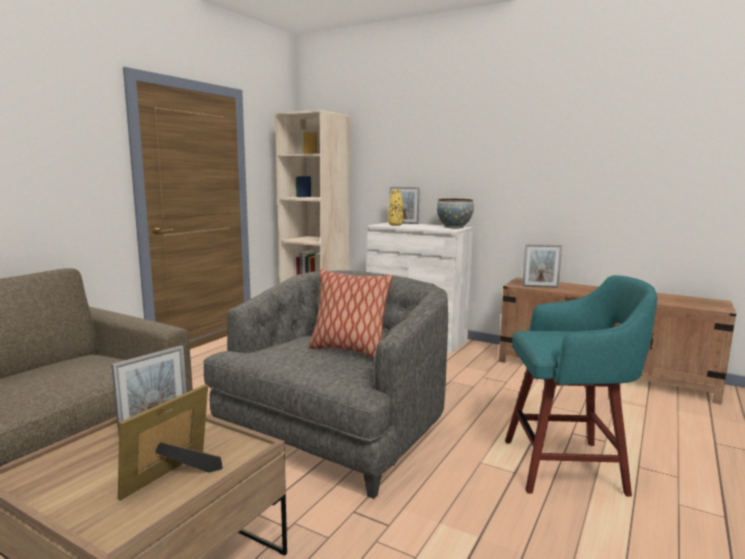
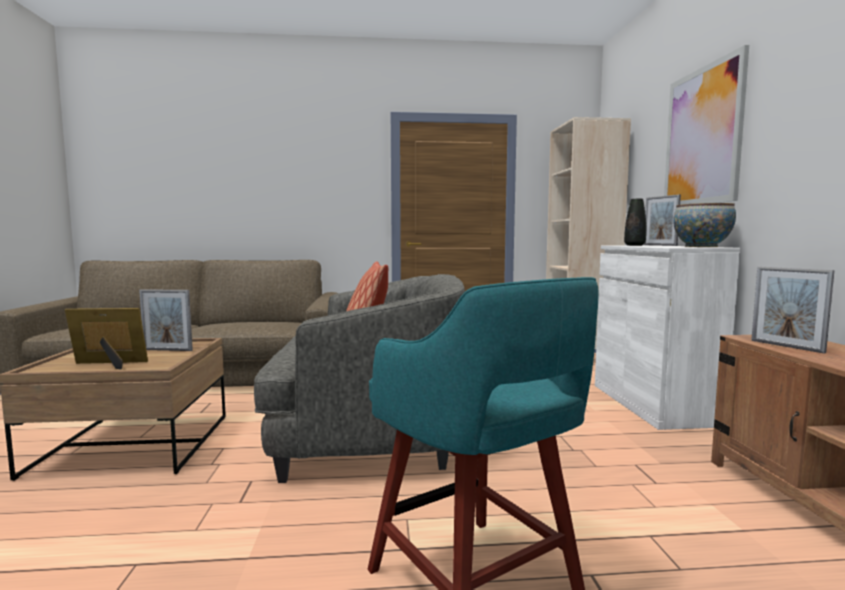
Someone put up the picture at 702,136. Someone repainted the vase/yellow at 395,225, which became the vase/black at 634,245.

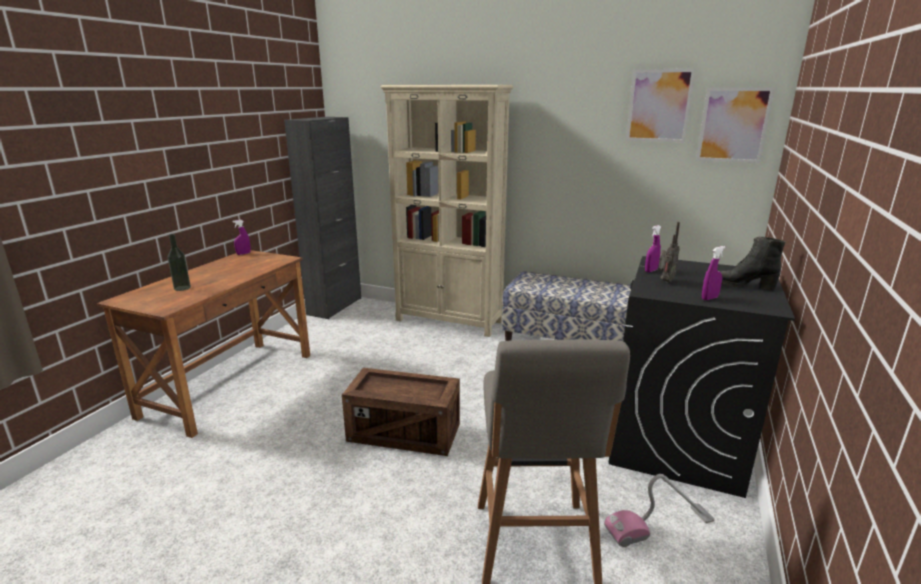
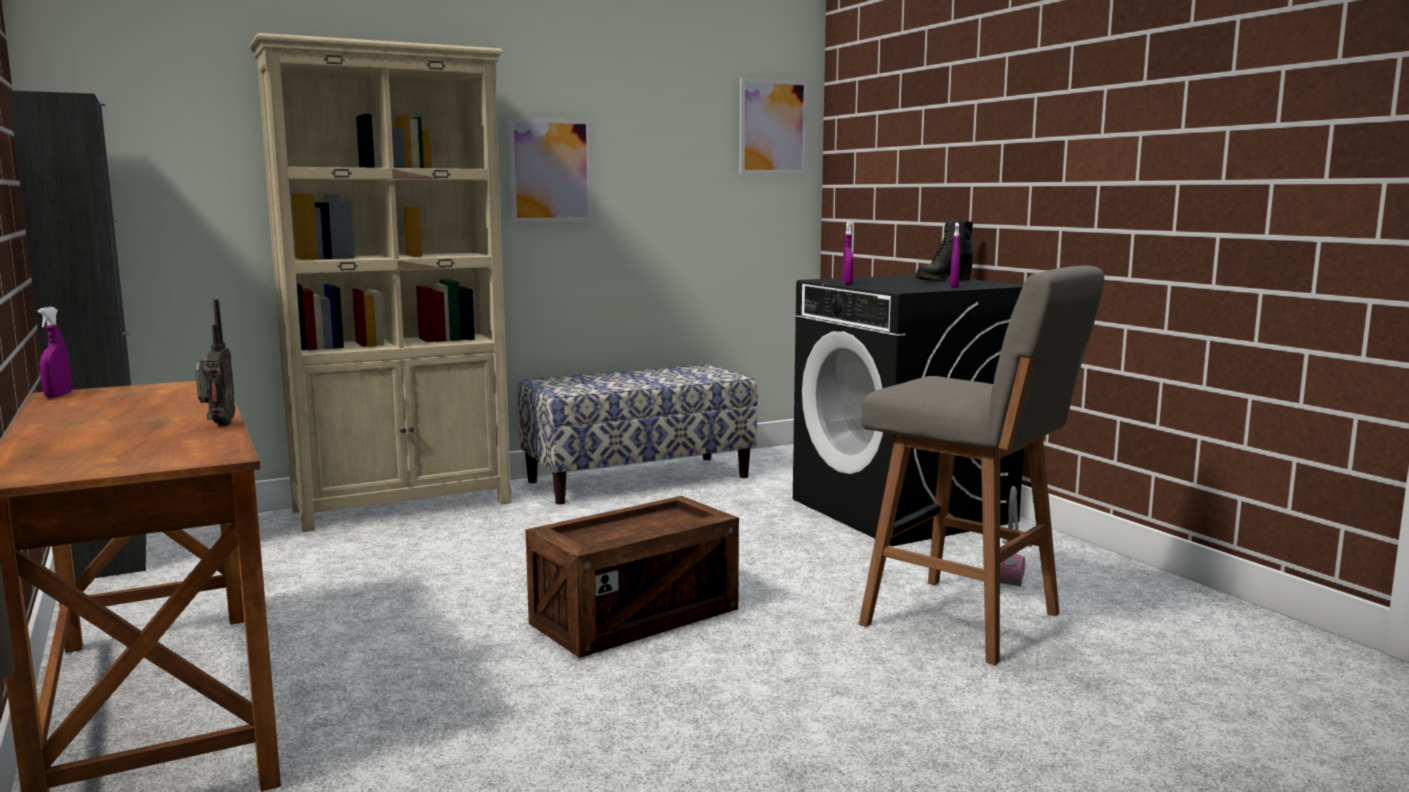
Someone took away the bottle at 182,288. Someone carried the picture from 659,105 to 551,170. Someone carried the radio from 664,281 to 217,425.

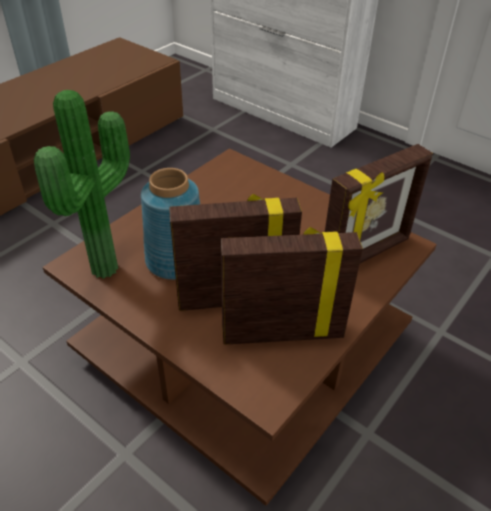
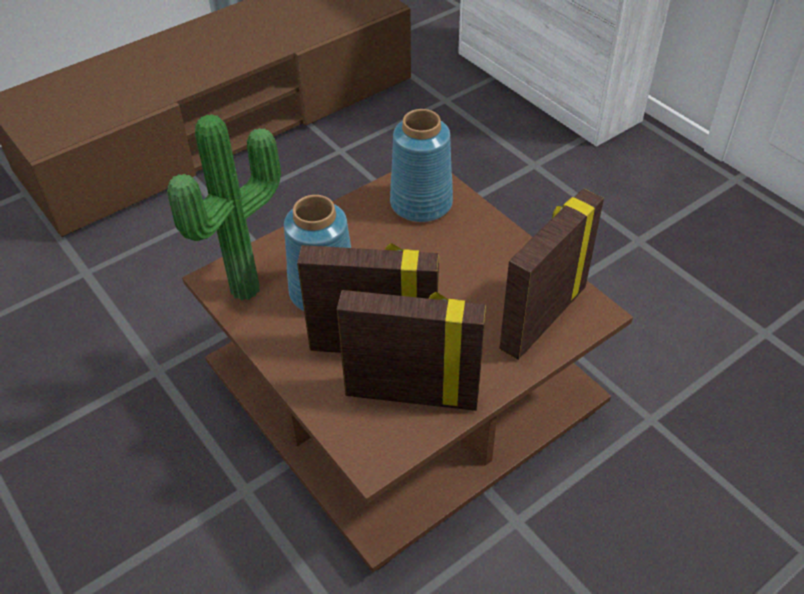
Someone put down the vase/blue at 422,203. Someone rotated the picture frame at 366,254 by 150 degrees clockwise.

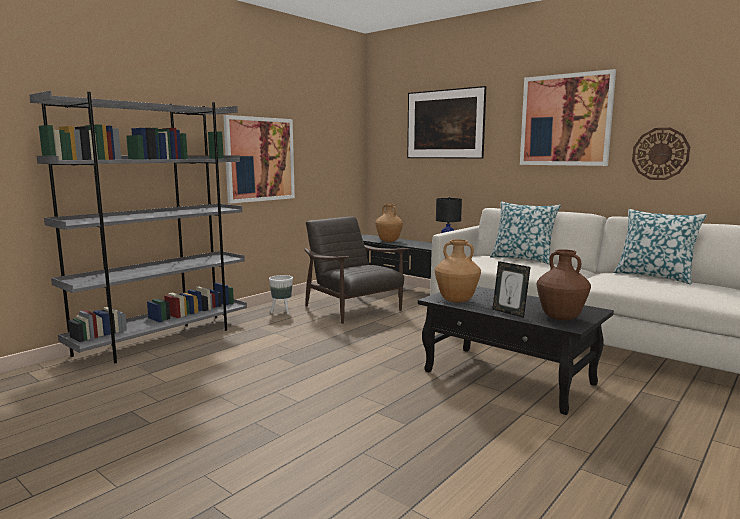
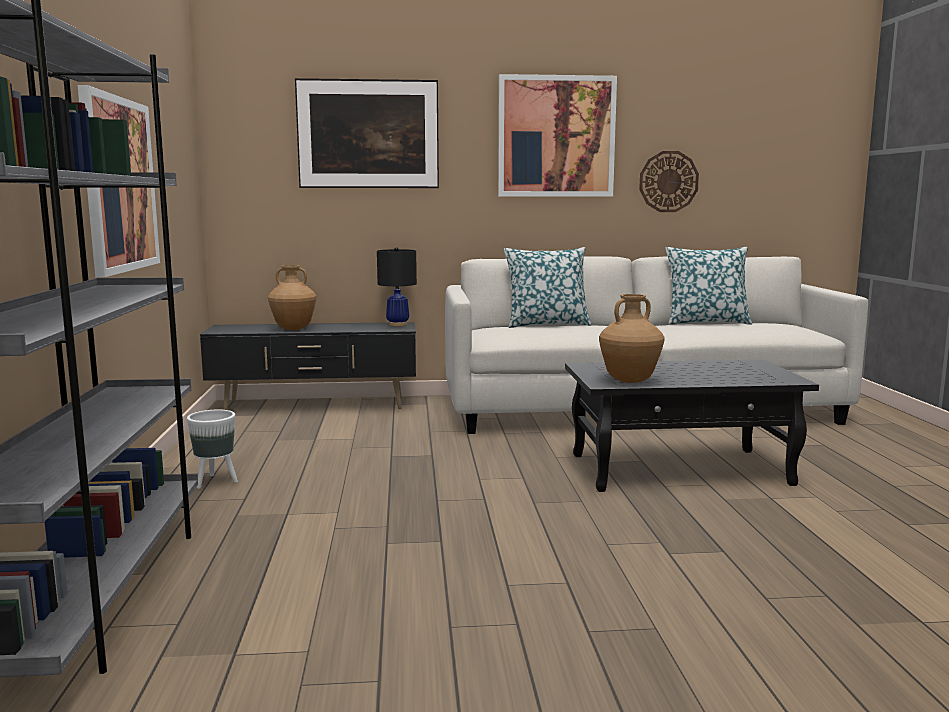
Someone took away the armchair/brown at 354,309. Someone took away the picture frame at 509,313. Someone took away the vase/brown at 560,318.

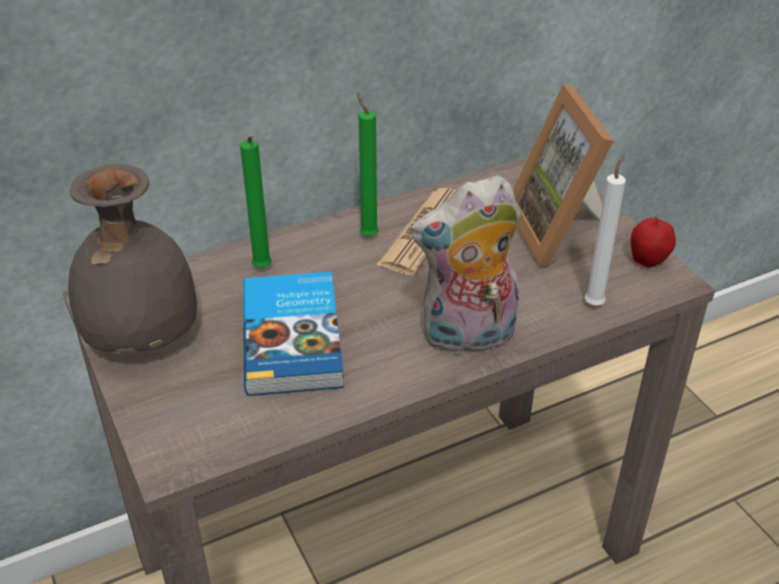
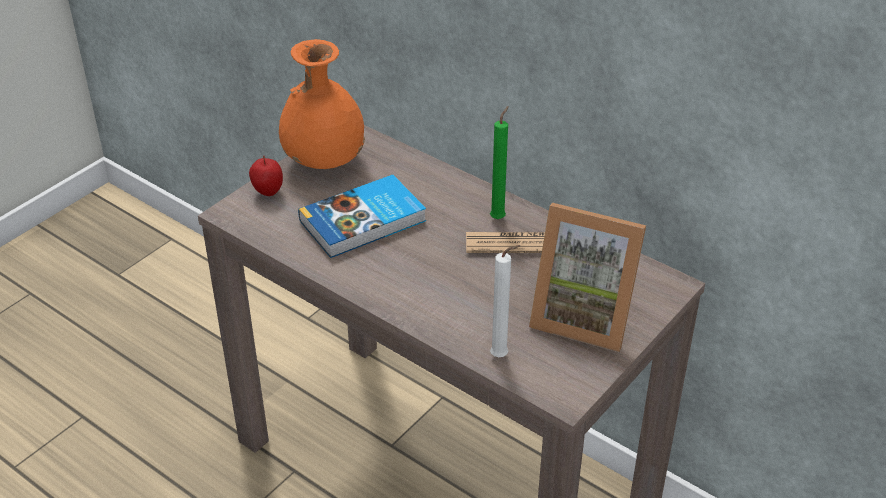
Someone took away the candle/green at 262,270. Someone took away the plush toy at 468,338. Someone carried the apple from 648,262 to 268,192. Someone repainted the vase/grey at 140,338, which became the vase/orange at 324,161. Someone rotated the picture frame at 561,231 by 120 degrees counterclockwise.

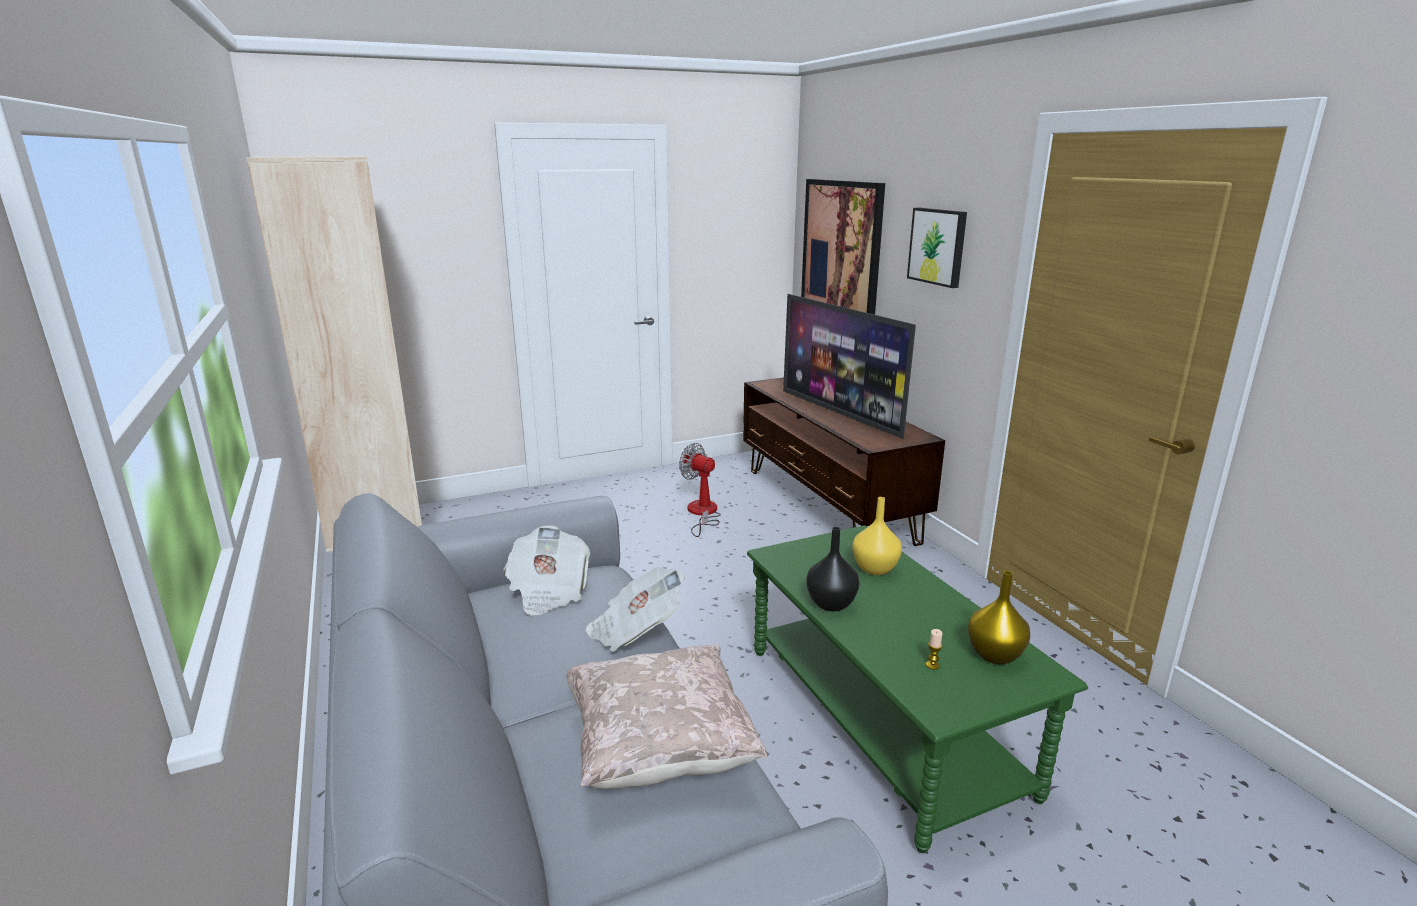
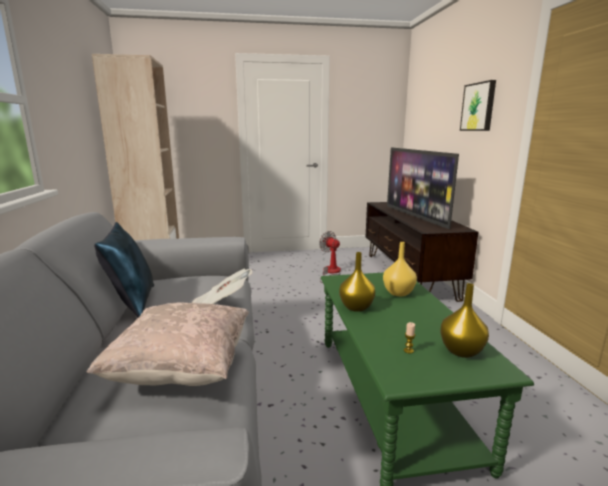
Someone took away the newspaper at 548,591. Someone took away the picture at 841,248. Someone put down the pillow/blue at 132,303. Someone repainted the vase/black at 831,603, which became the vase/yellow at 356,307.

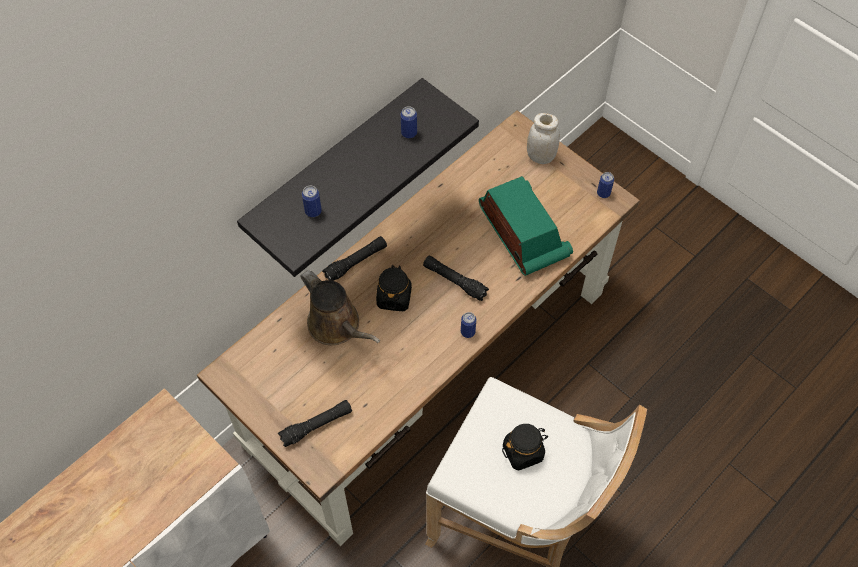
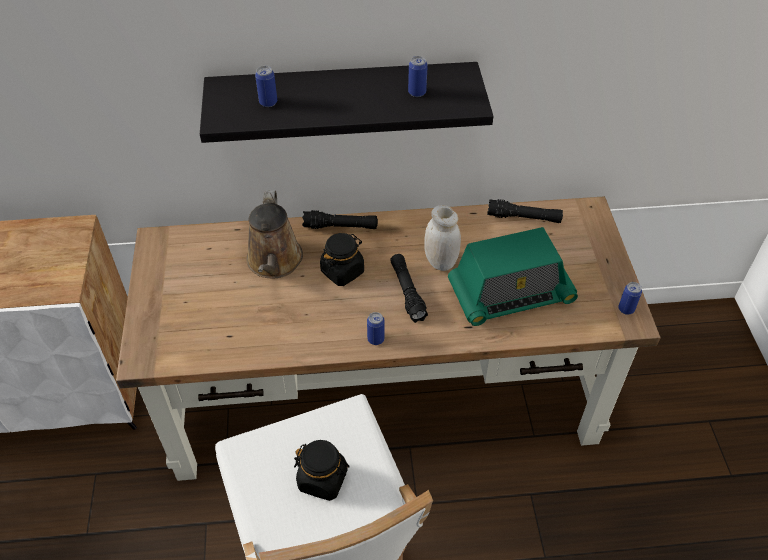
Someone carried the flashlight/black from 316,426 to 524,217. Someone carried the jar/white from 540,157 to 440,261. Someone rotated the radio at 523,233 by 60 degrees clockwise.

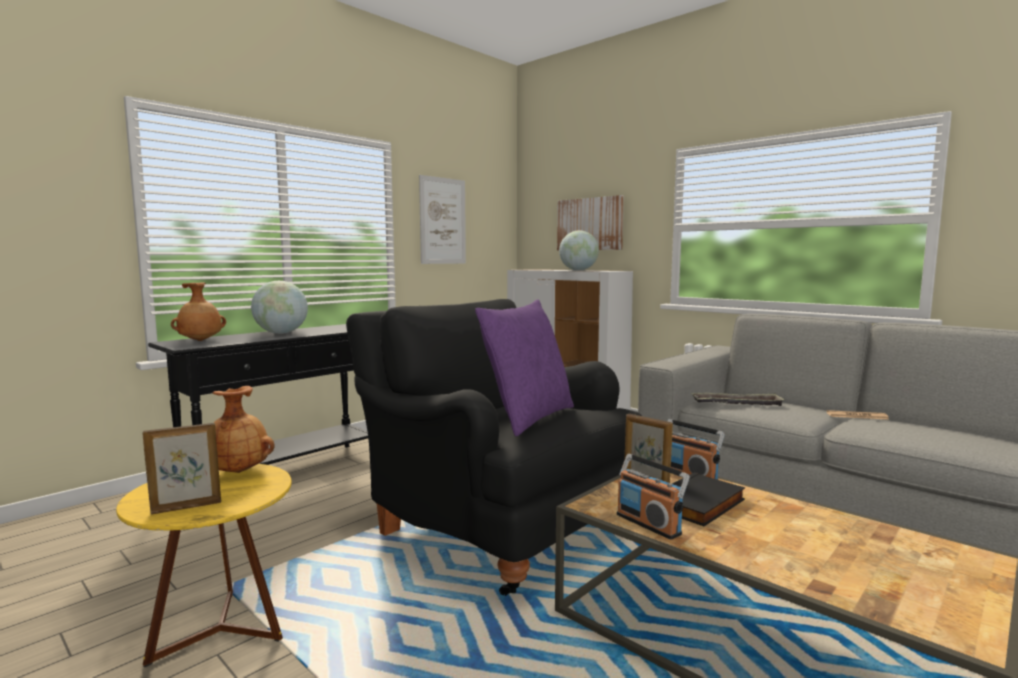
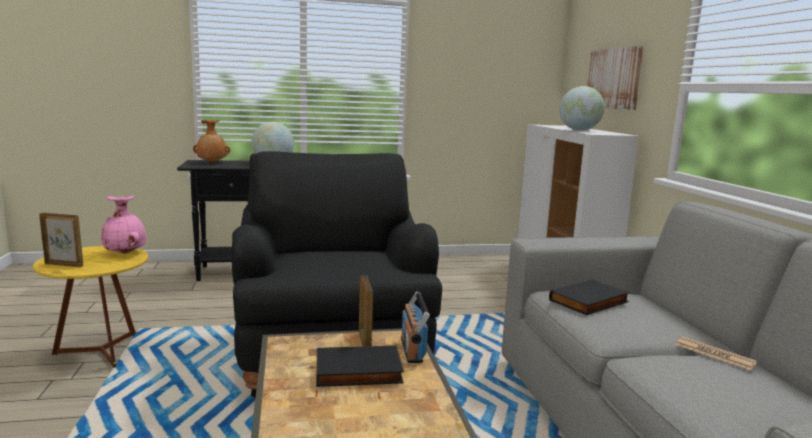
Someone took away the picture at 443,221. Someone took away the pillow/purple at 528,418. Someone took away the radio at 648,524. Someone swapped the tray at 737,403 for the book/black at 590,302. Someone repainted the vase/brown at 239,471, which became the vase/pink at 126,253.

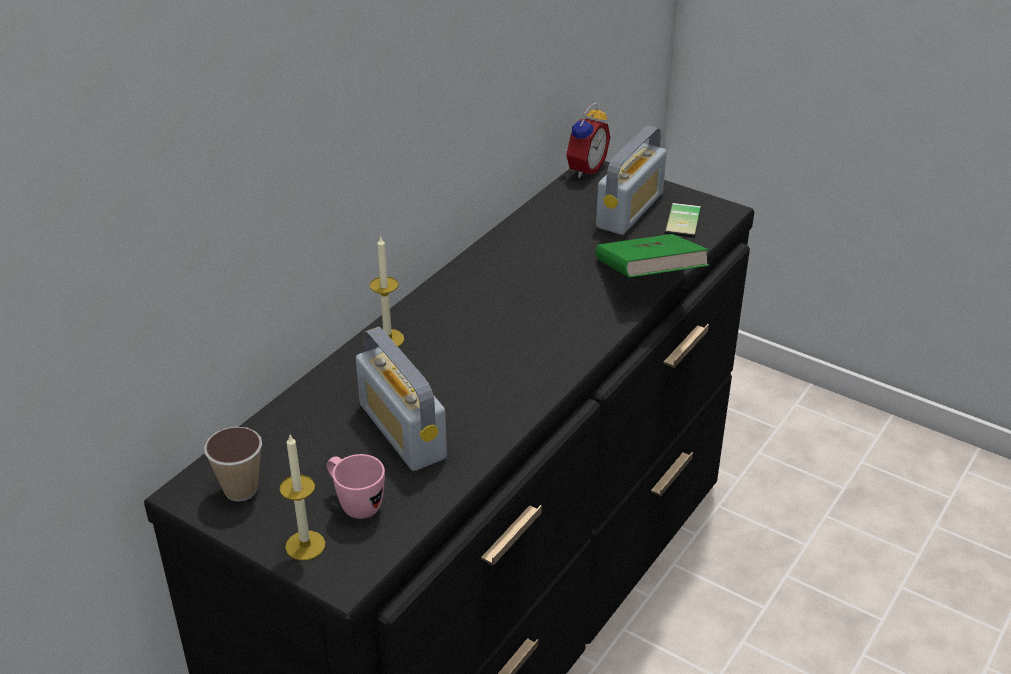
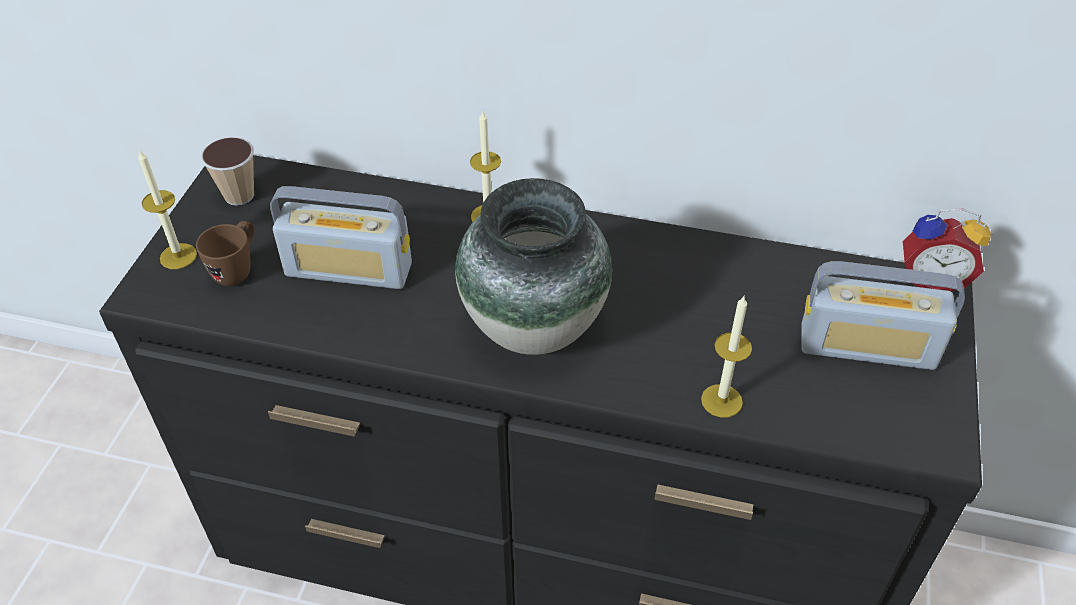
Someone took away the phone at 686,220. Someone put down the vase at 535,327. Someone swapped the book/green at 648,279 for the candle at 721,401. Someone repainted the mug/pink at 355,504, which became the mug/brown at 238,270. Someone rotated the radio at 402,431 by 120 degrees counterclockwise.

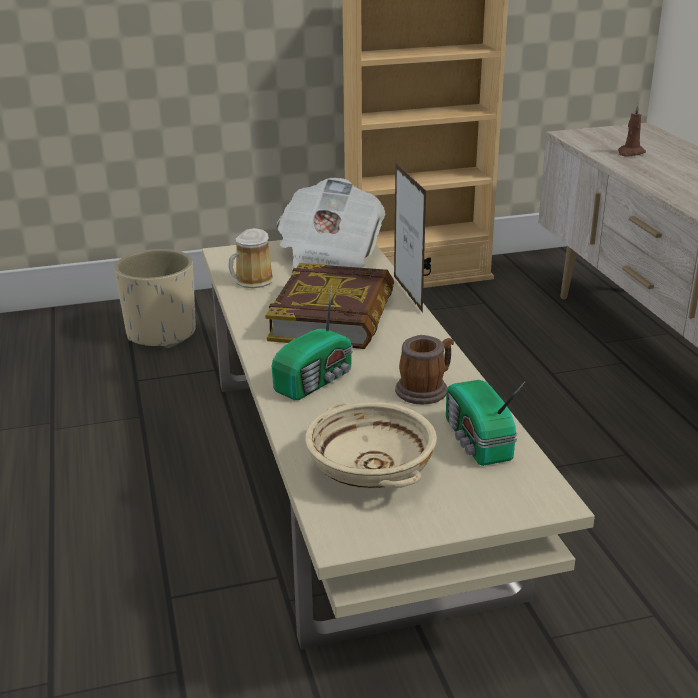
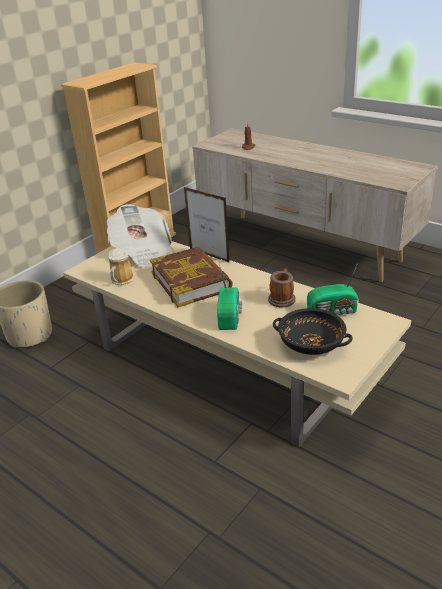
Someone repainted the bowl/beige at 369,470, which became the bowl/black at 310,344. Someone rotated the radio at 477,442 by 45 degrees counterclockwise.

